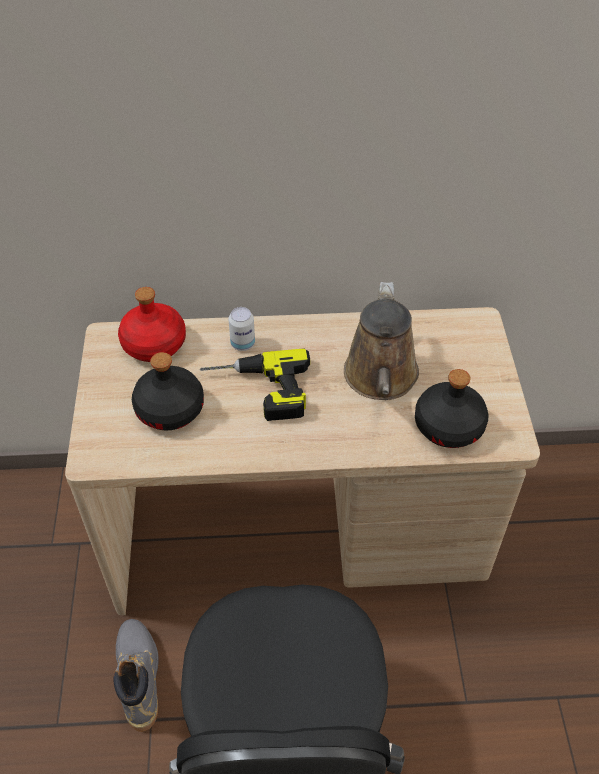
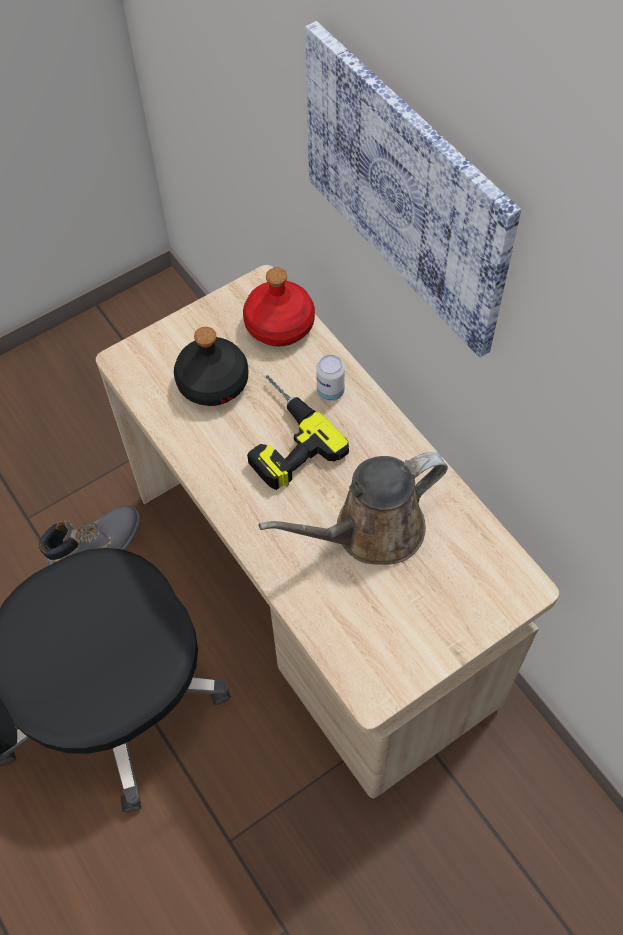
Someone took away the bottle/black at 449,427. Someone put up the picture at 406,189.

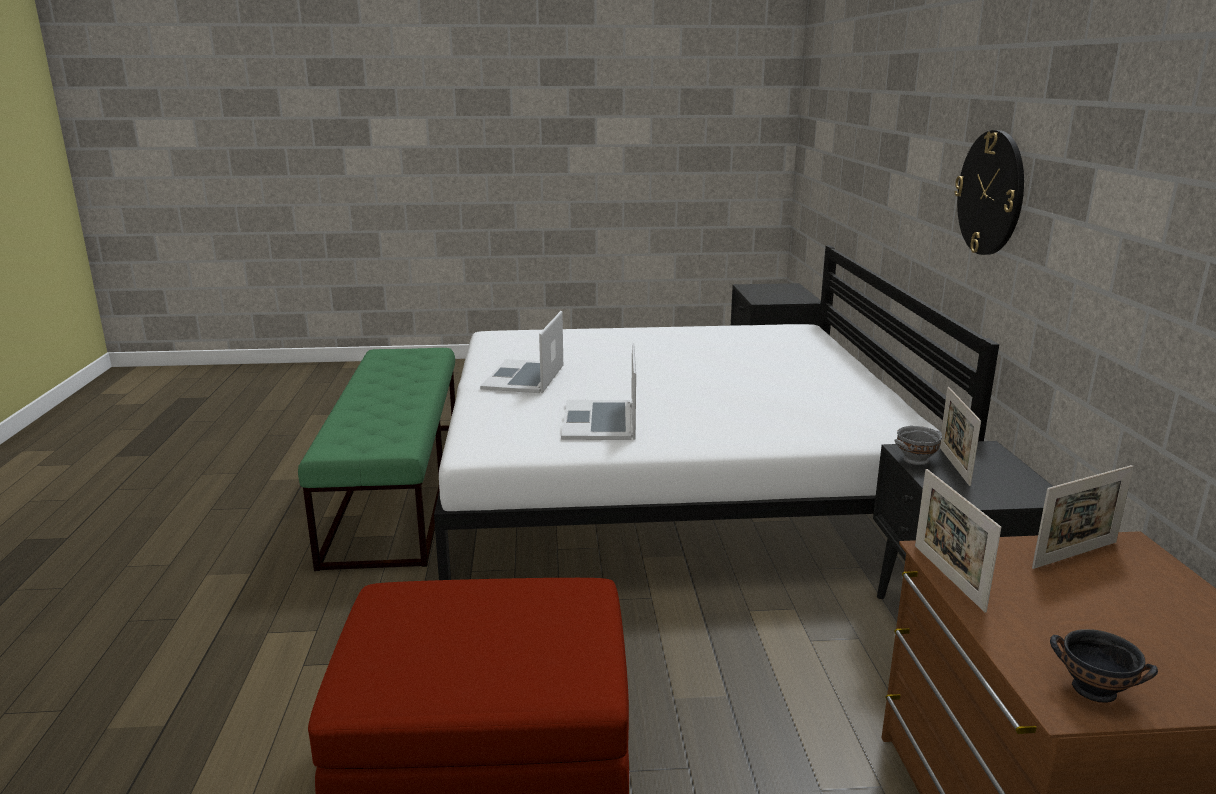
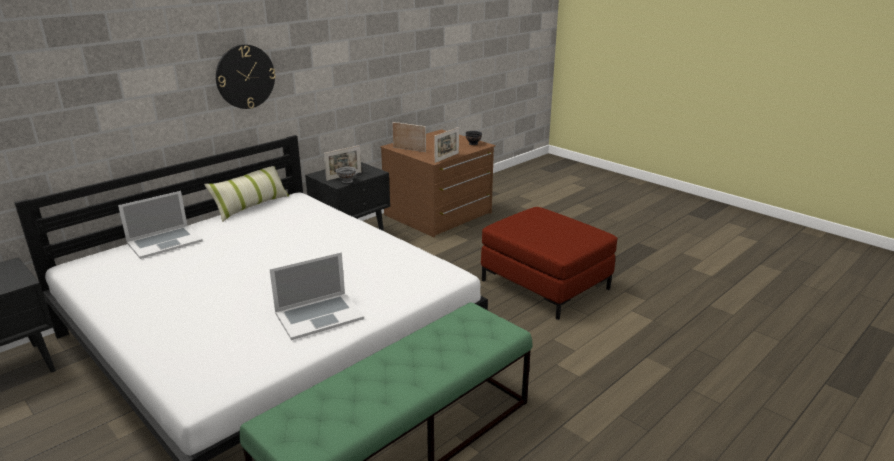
Someone put down the pillow at 251,206. Someone carried the laptop from 600,421 to 164,242.

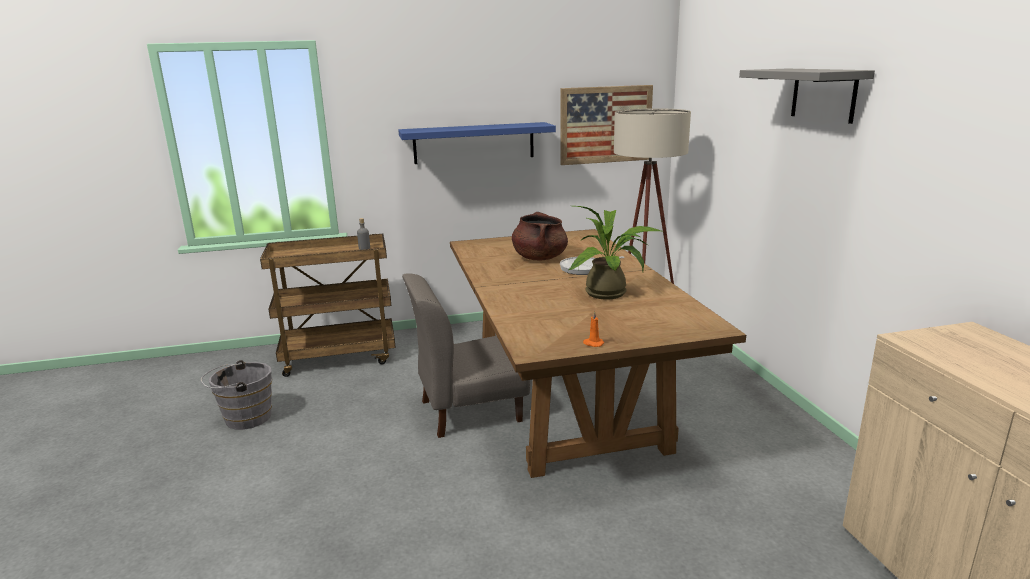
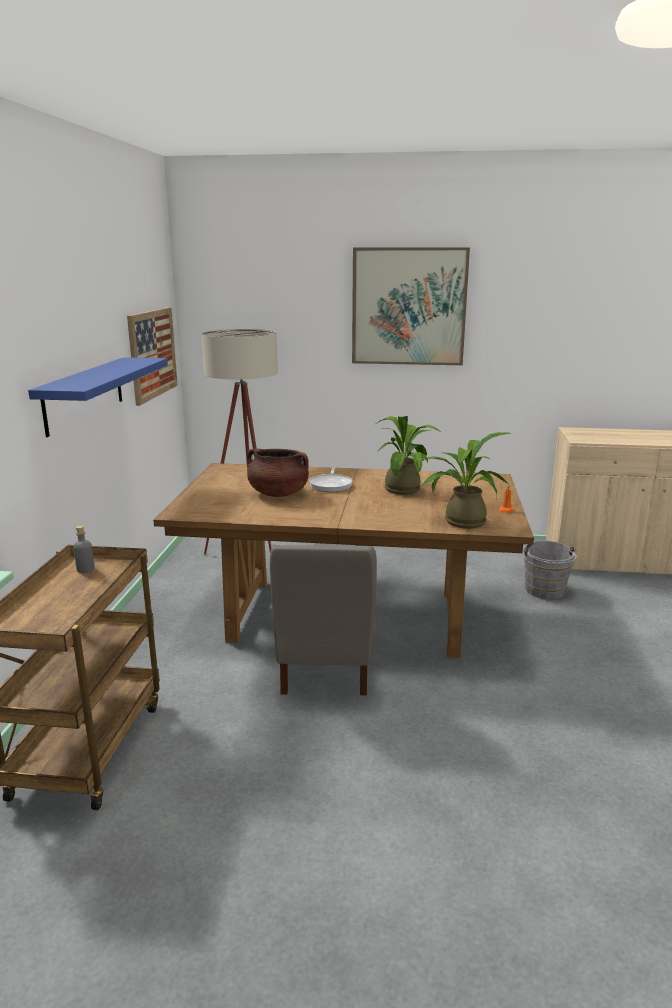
Someone put down the potted plant at 459,521. Someone carried the bucket/grey from 244,418 to 545,592. Someone swapped the shelf/grey at 823,94 for the picture at 408,307.

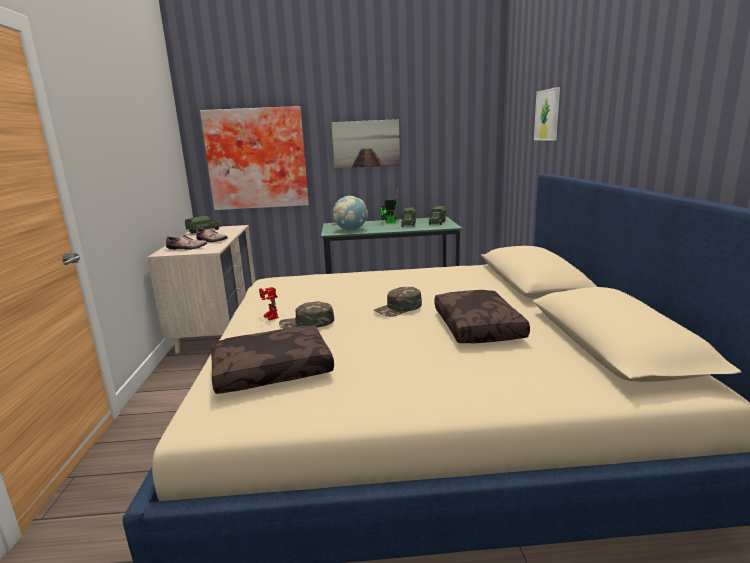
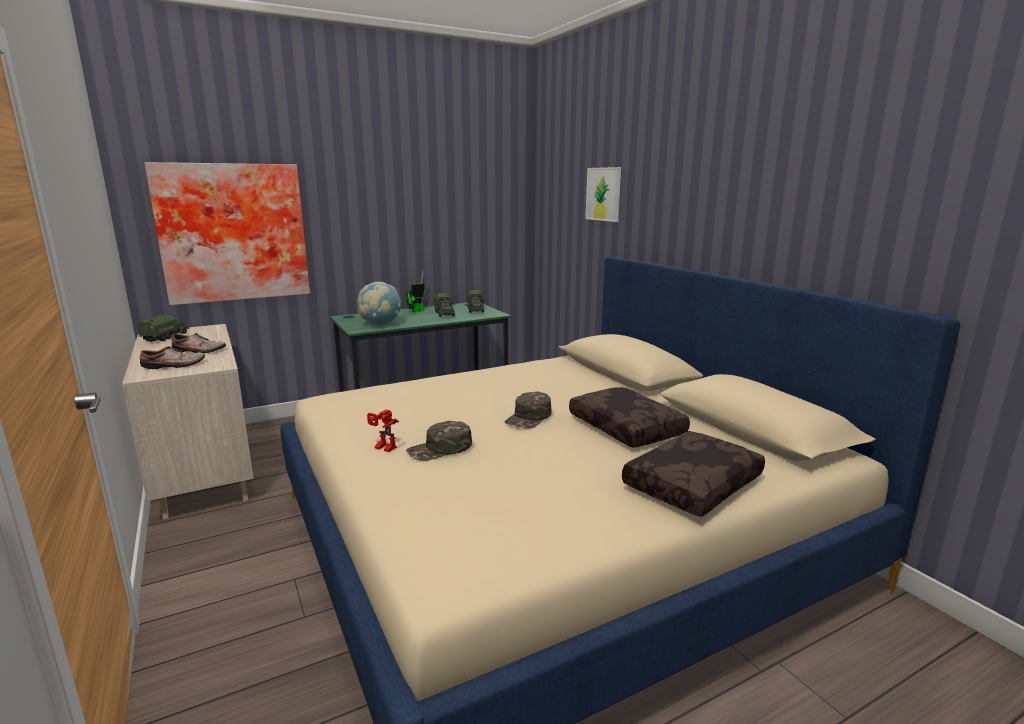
Someone took away the picture at 366,144. Someone carried the pillow/brown from 273,369 to 691,484.

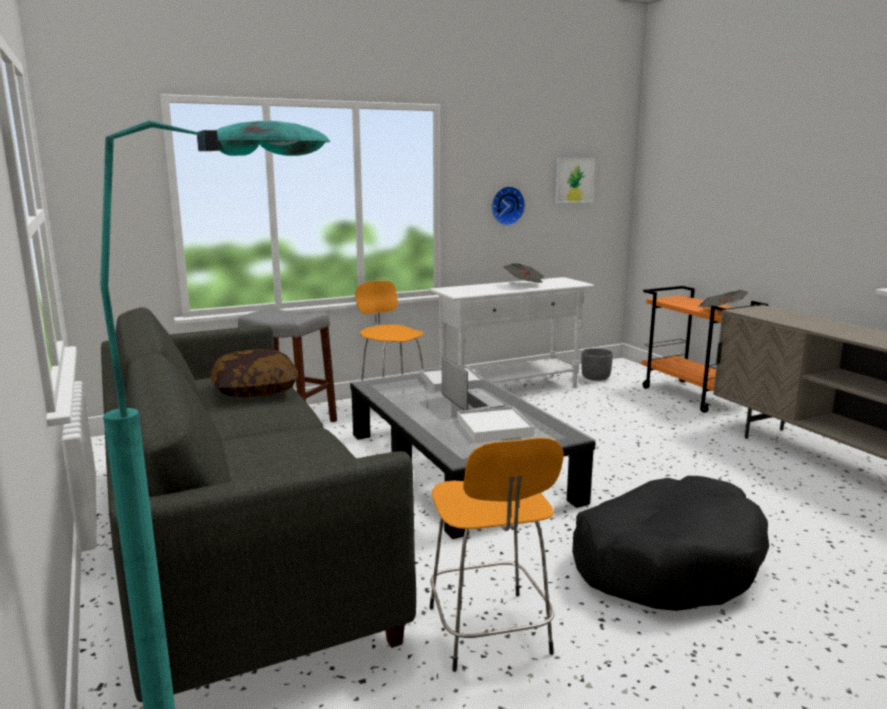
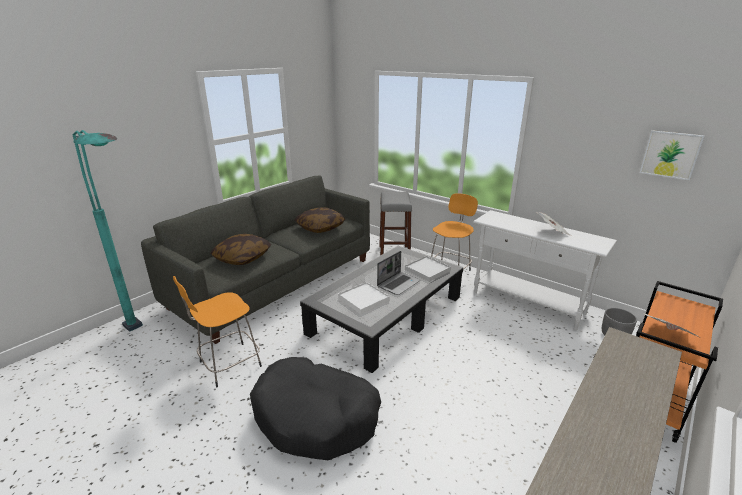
Someone took away the wall clock at 506,205. Someone put down the pillow at 242,258.

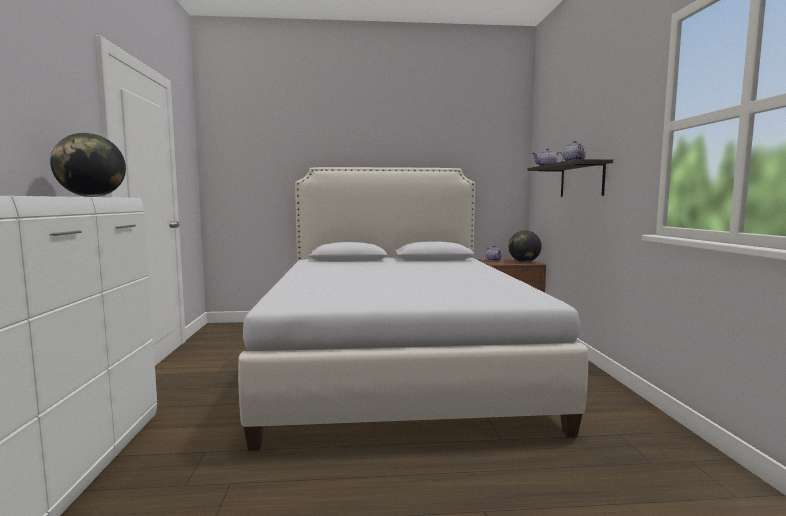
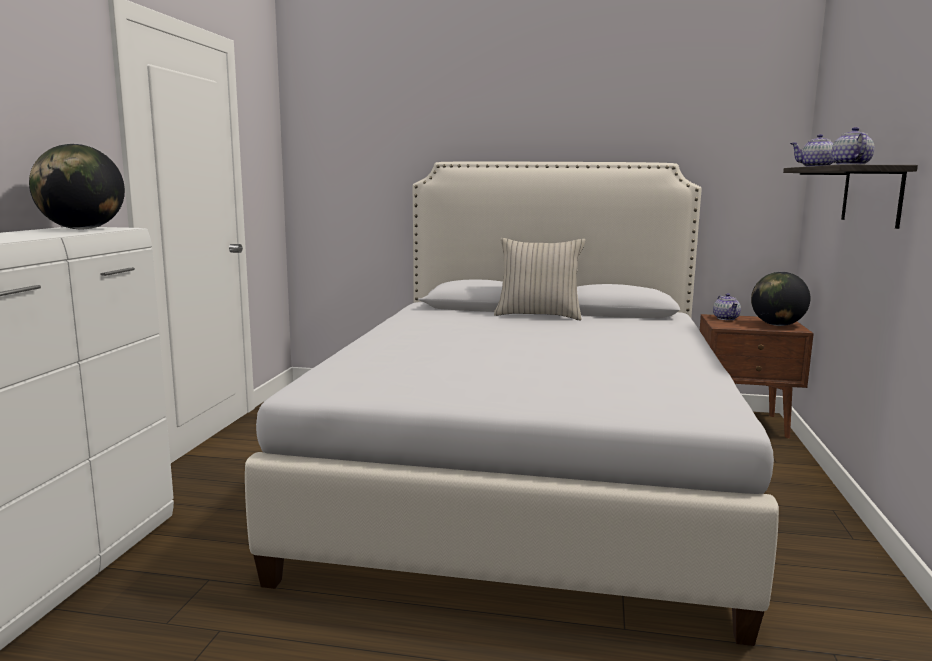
Someone put down the pillow/beige at 538,315.

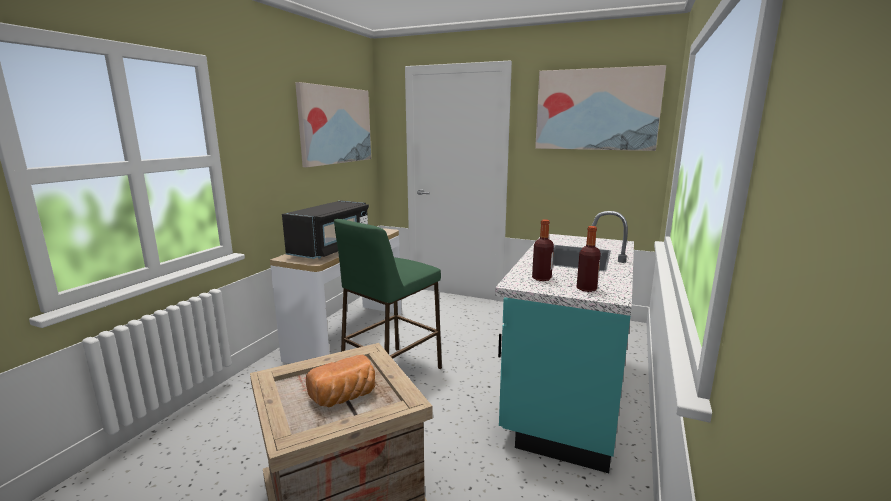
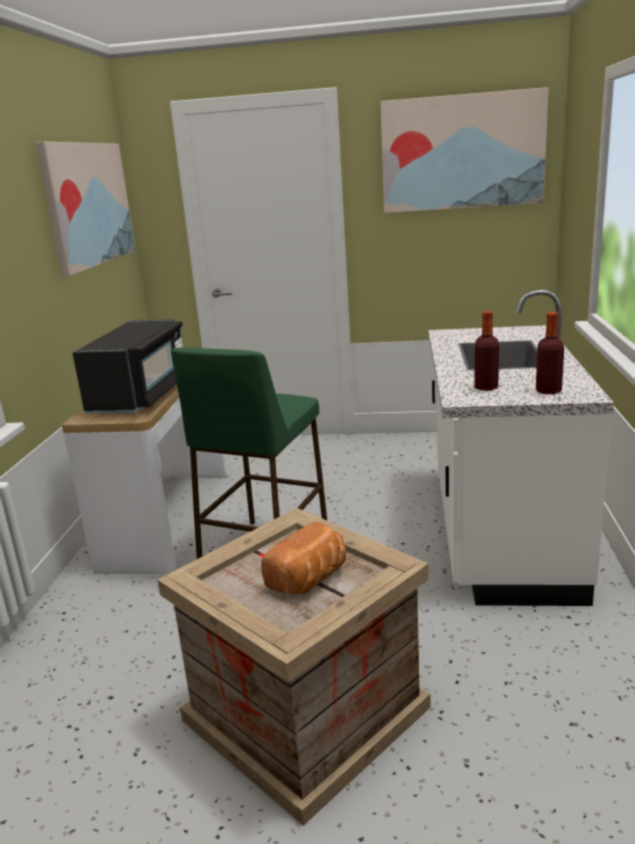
Someone repainted the counter/turquoise at 564,394, which became the counter/white at 498,532.

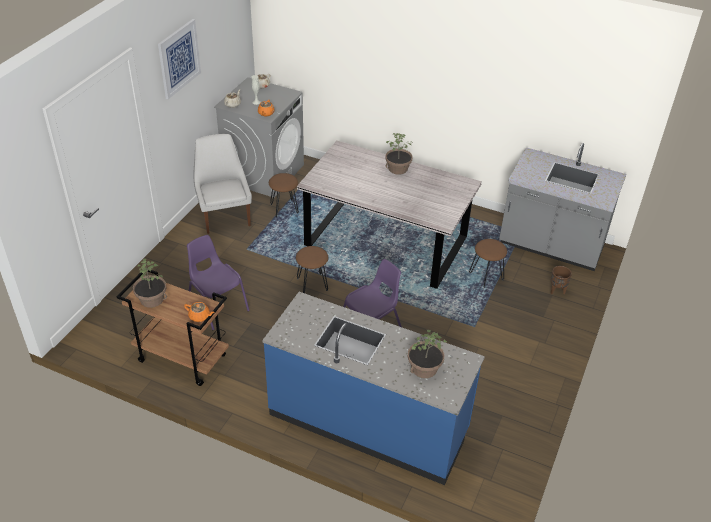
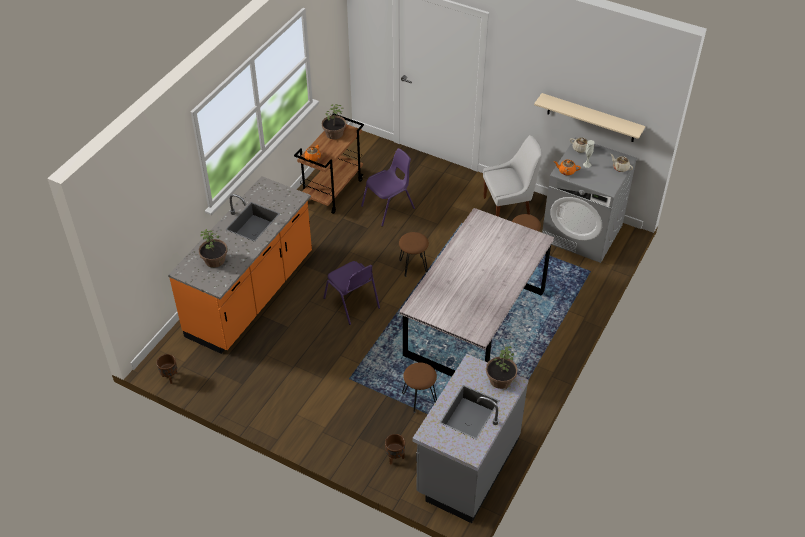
Someone took away the picture at 179,58. Someone put down the planter/brown at 170,377. Someone put up the shelf/beige at 591,118. Someone carried the potted plant from 398,169 to 500,379. Someone repainted the counter/blue at 368,422, which became the counter/orange at 251,296.

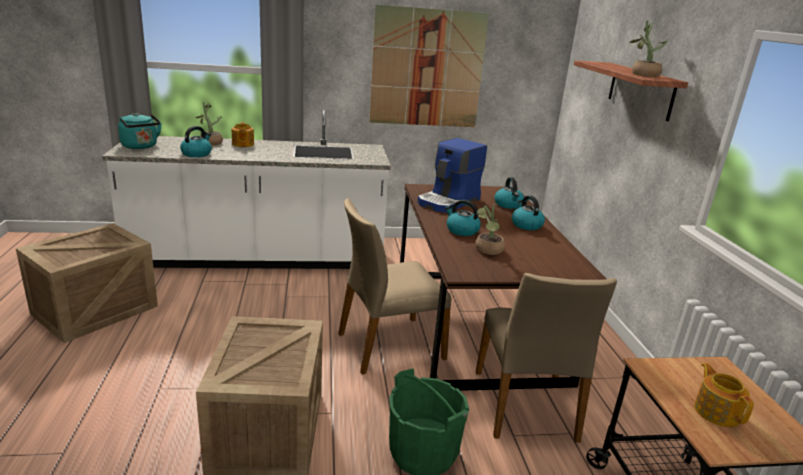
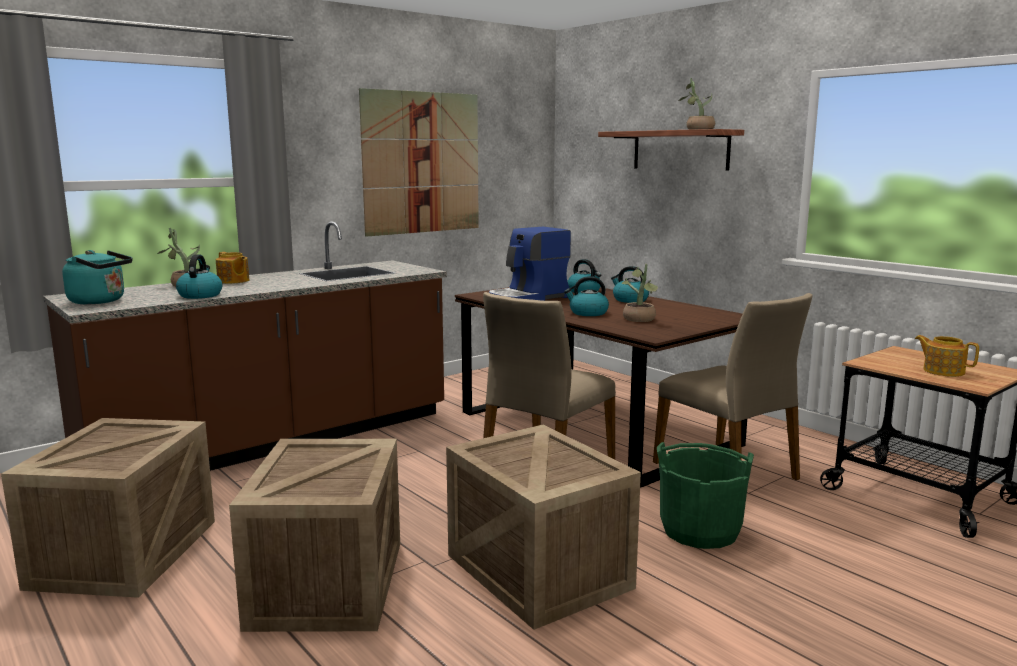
Someone put down the crate at 329,585. Someone repainted the counter/white at 259,258, which became the counter/brown at 275,442. Someone rotated the coffee machine at 449,201 by 45 degrees clockwise.

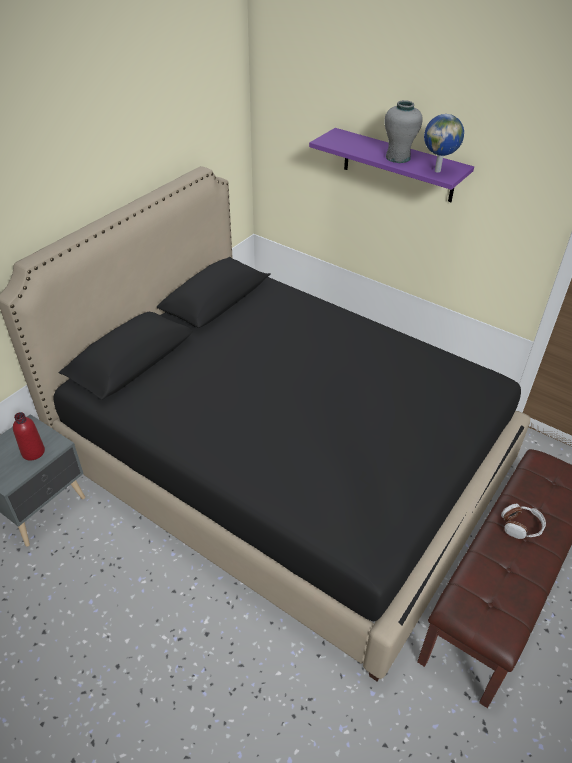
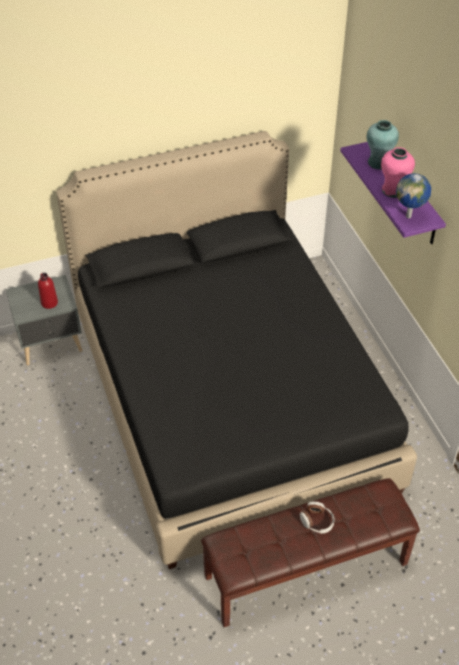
Someone put down the vase/turquoise at 378,163. Someone repainted the vase/grey at 398,157, which became the vase/pink at 393,190.

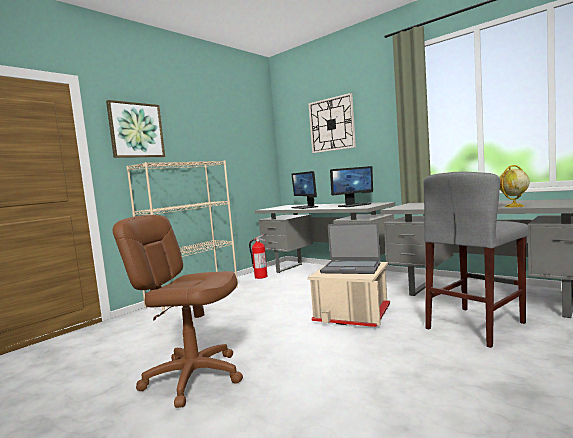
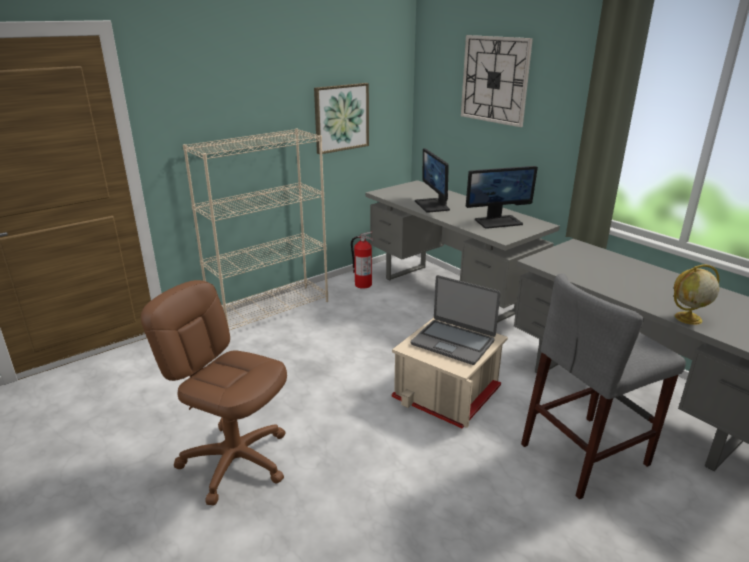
Someone carried the picture from 136,130 to 341,117.

